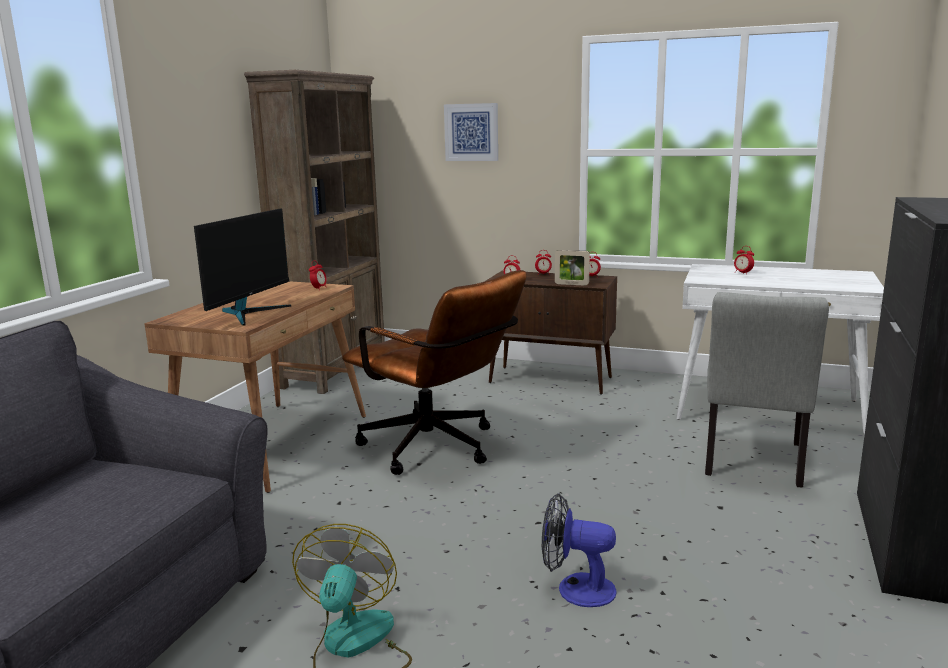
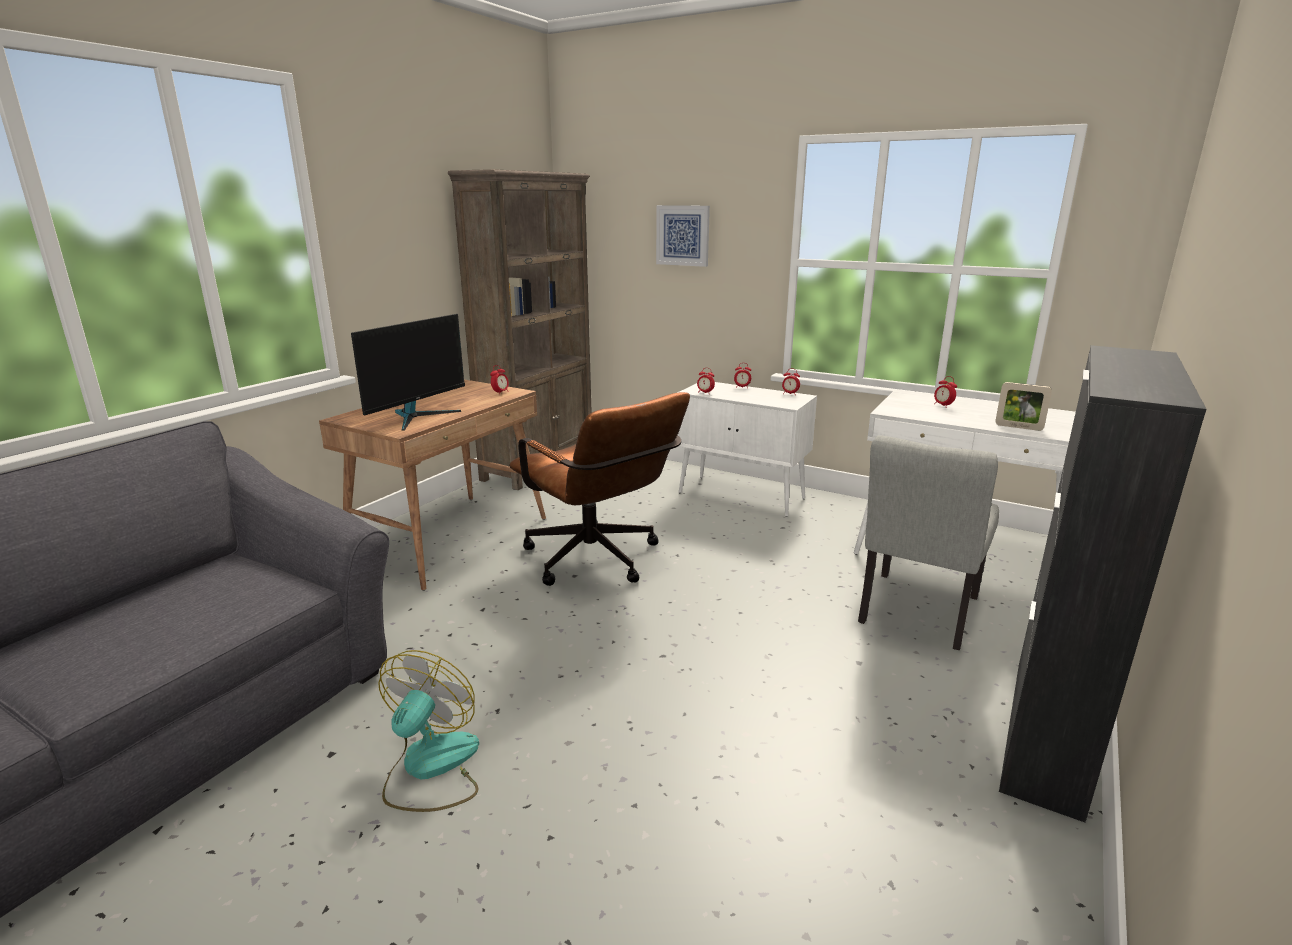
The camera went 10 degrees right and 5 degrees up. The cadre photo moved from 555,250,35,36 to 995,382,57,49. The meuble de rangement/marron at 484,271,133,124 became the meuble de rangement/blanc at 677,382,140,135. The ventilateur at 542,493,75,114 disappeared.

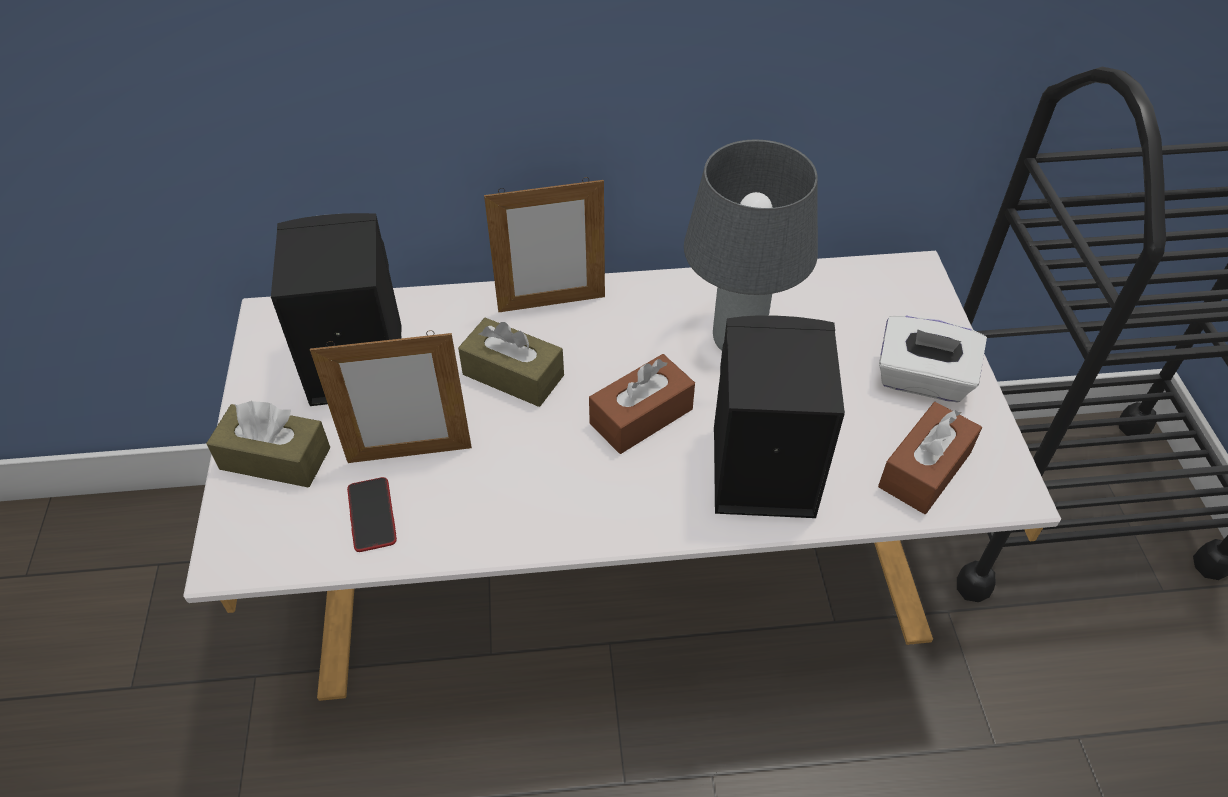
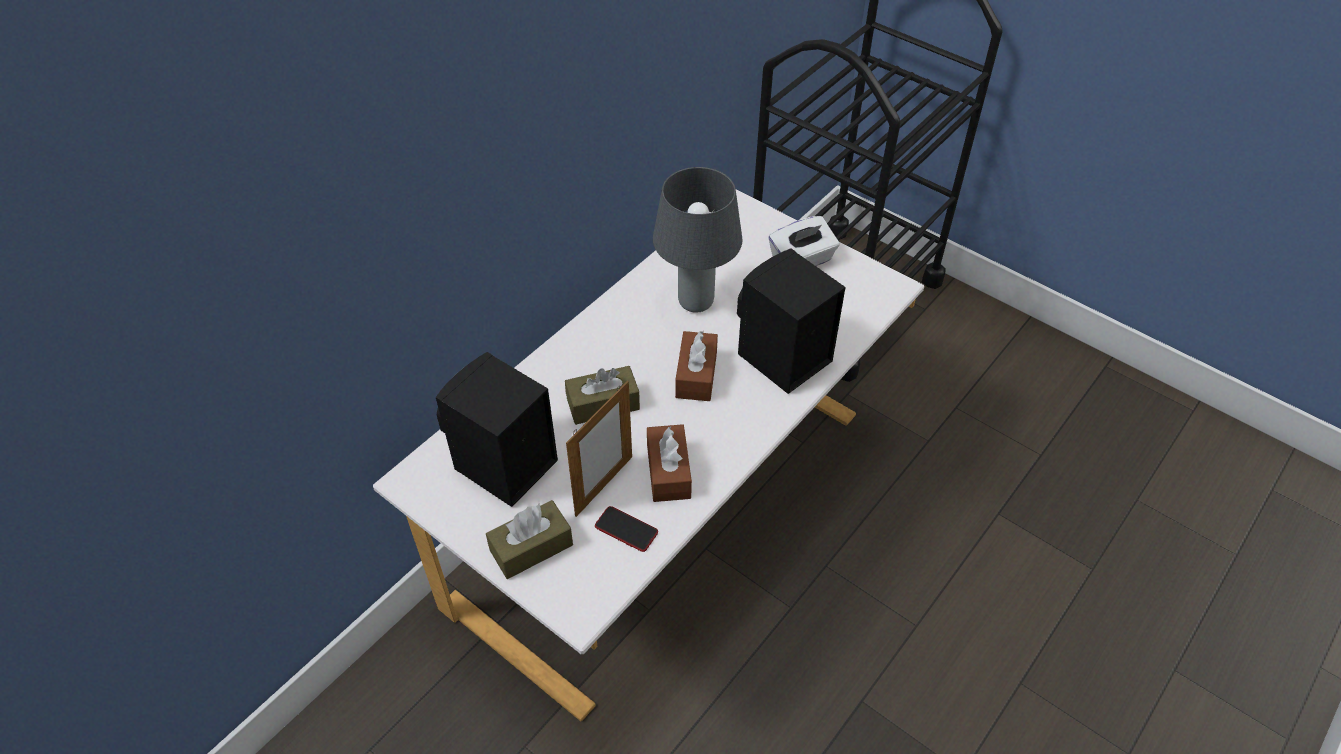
The camera went 45 degrees left and 0 degrees up. The cadre photo at 484,177,121,136 disappeared. The boîte à mouchoirs/marron moved from 878,402,104,112 to 647,424,45,78.

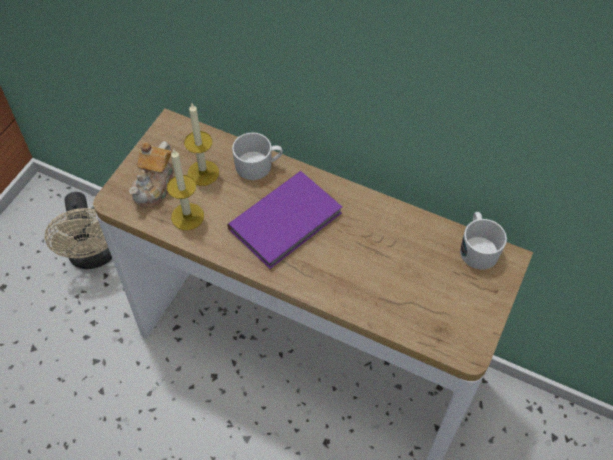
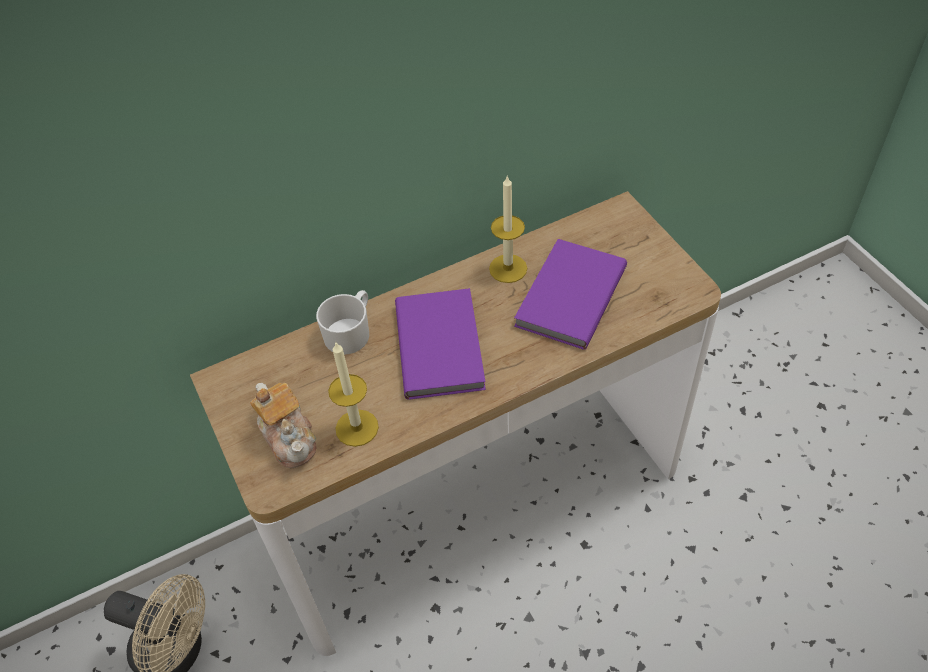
The camera went 50 degrees left and 5 degrees down. The bougie moved from 184,104,35,82 to 489,175,38,108. The mug/blanc at 460,212,47,57 disappeared. The livre/violet at 514,239,113,111 appeared.

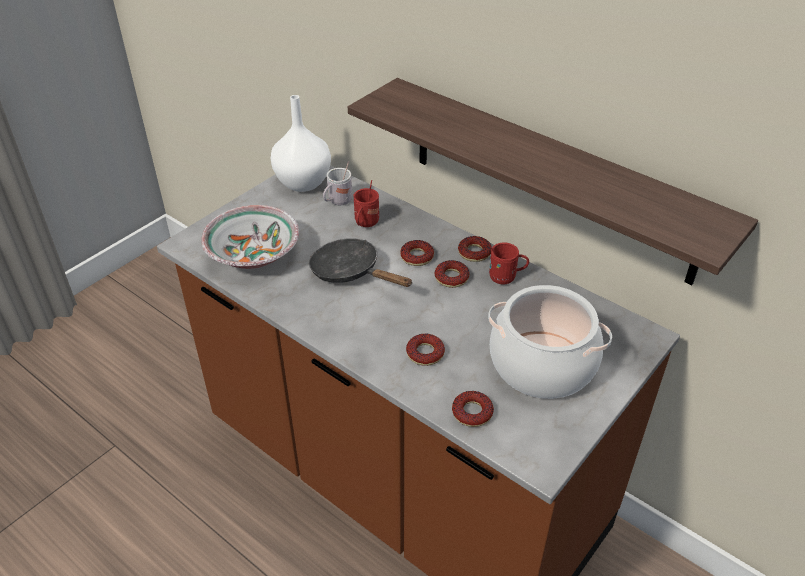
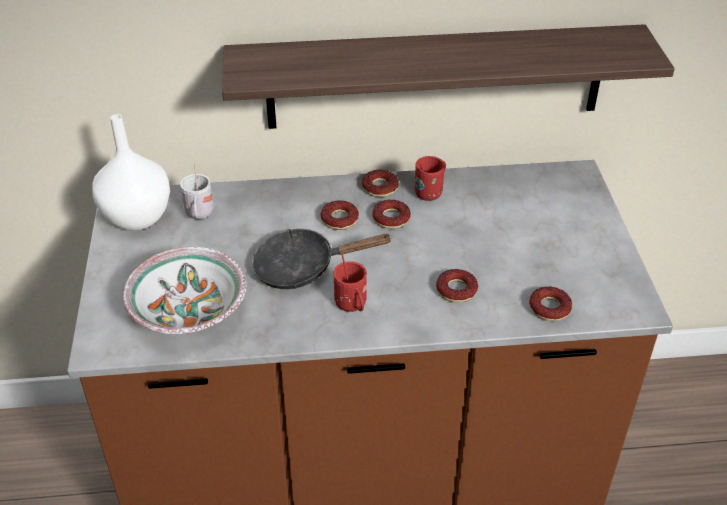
The camera went 45 degrees left and 0 degrees up. The mug/rouge moved from 354,180,25,47 to 333,252,34,60. The marmite at 488,285,124,114 disappeared.

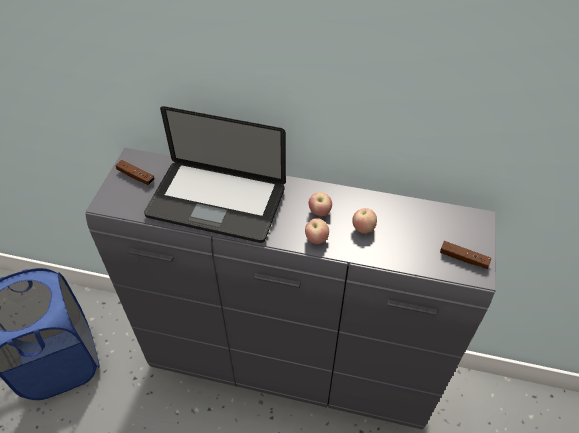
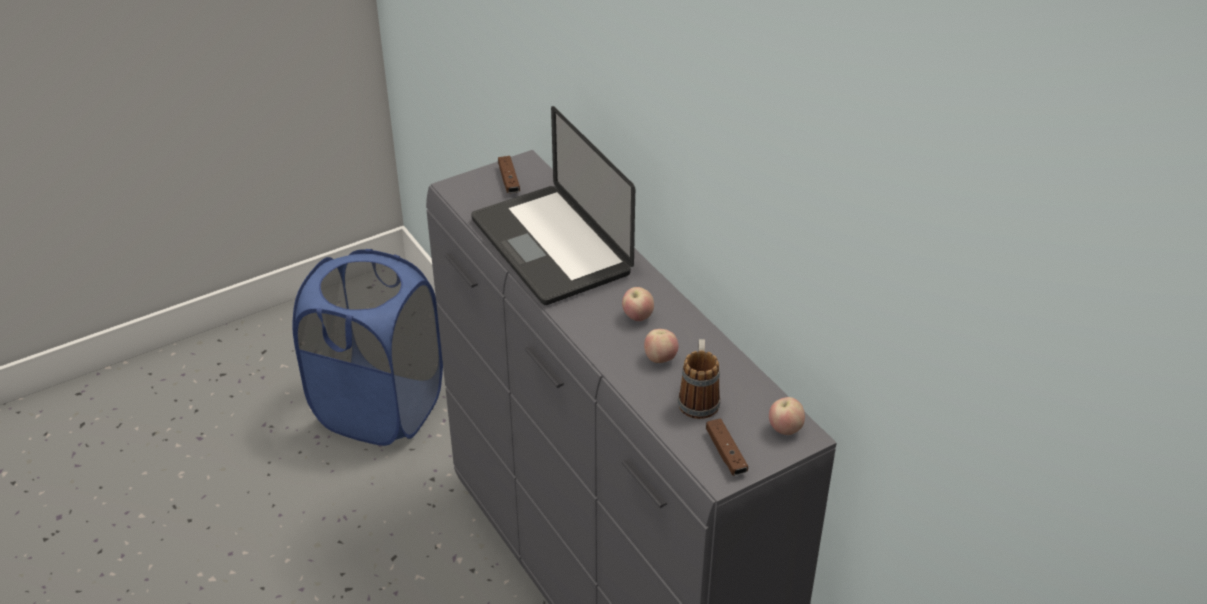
The camera went 45 degrees right and 10 degrees down. The pomme moved from 305,218,24,26 to 769,397,36,38. The mug at 678,339,42,80 appeared.

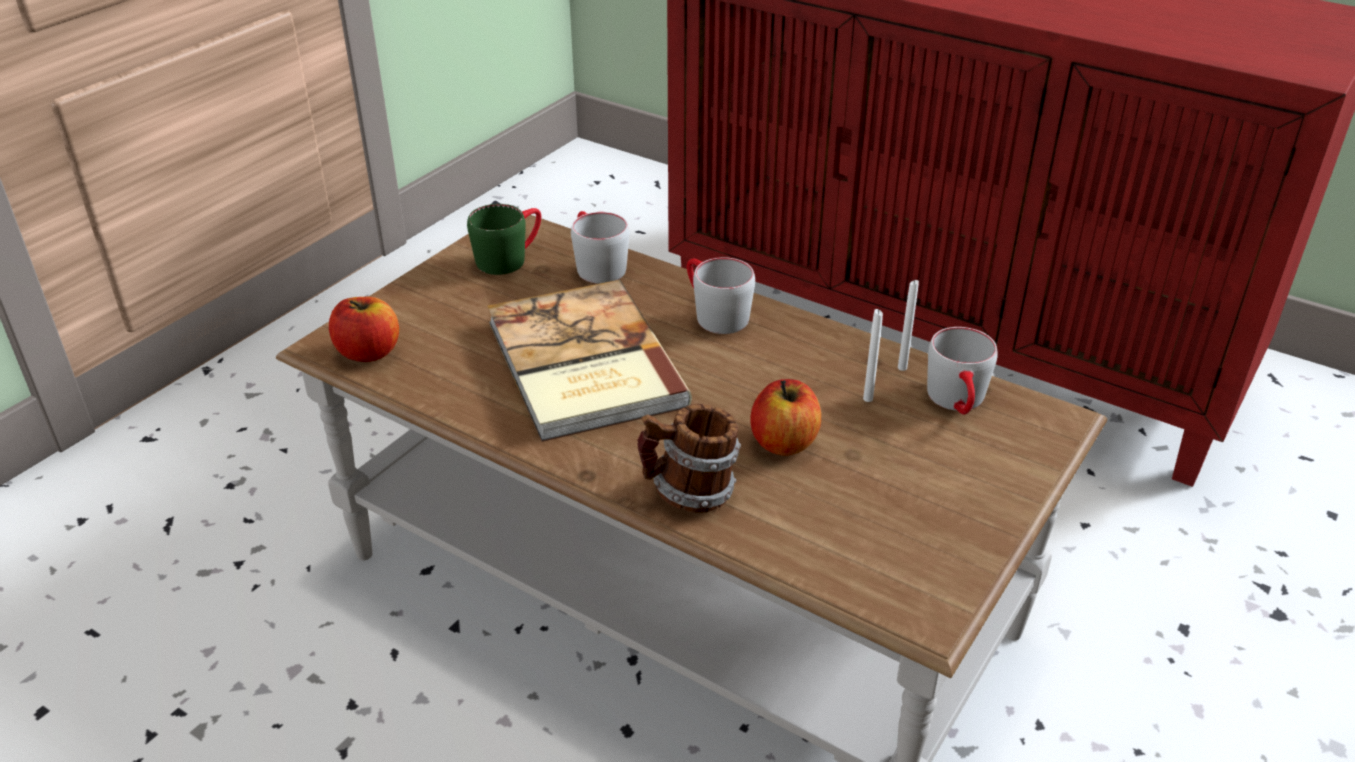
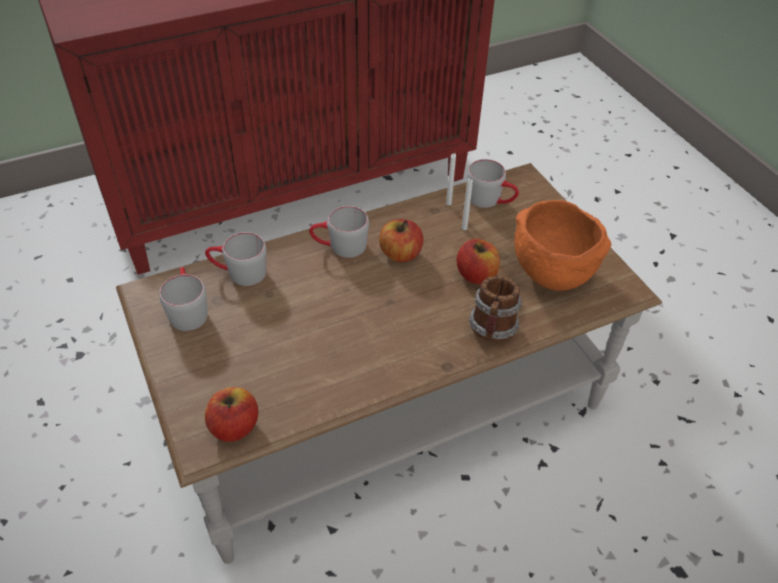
The camera went 60 degrees left and 10 degrees up. The mug/vert at 467,204,74,71 became the mug/gris at 159,267,49,64. The livre at 487,280,205,162 disappeared. The bol/orange at 514,200,98,91 appeared. The pomme at 379,219,44,43 appeared.

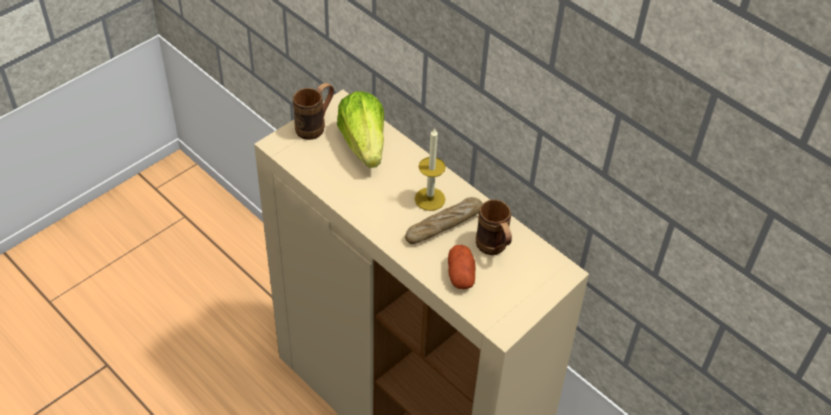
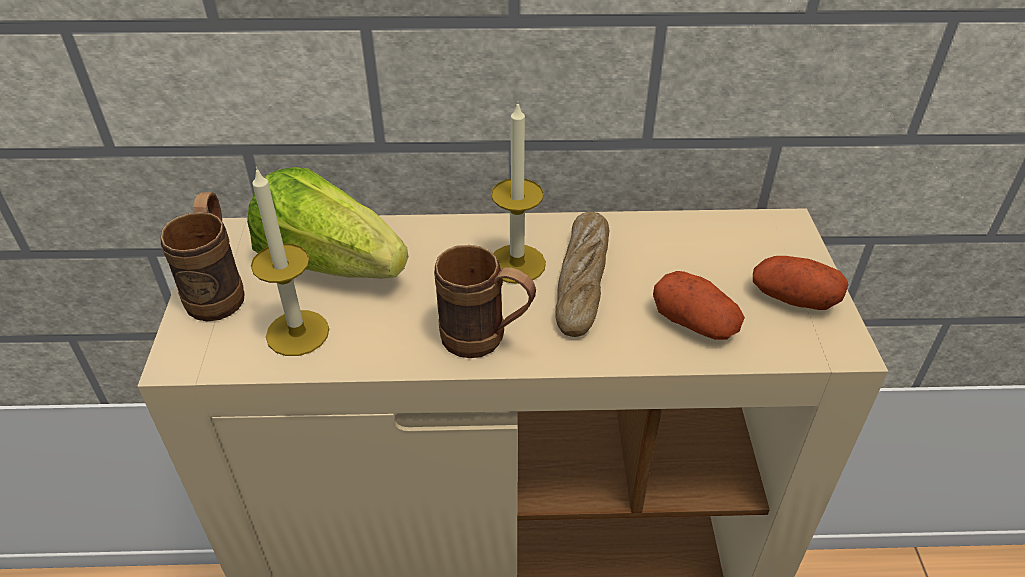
The camera went 45 degrees left and 5 degrees down. The mug/marron moved from 476,199,36,56 to 434,245,102,113. The bougie at 251,167,78,189 appeared. The pomme de terre at 753,256,96,54 appeared.

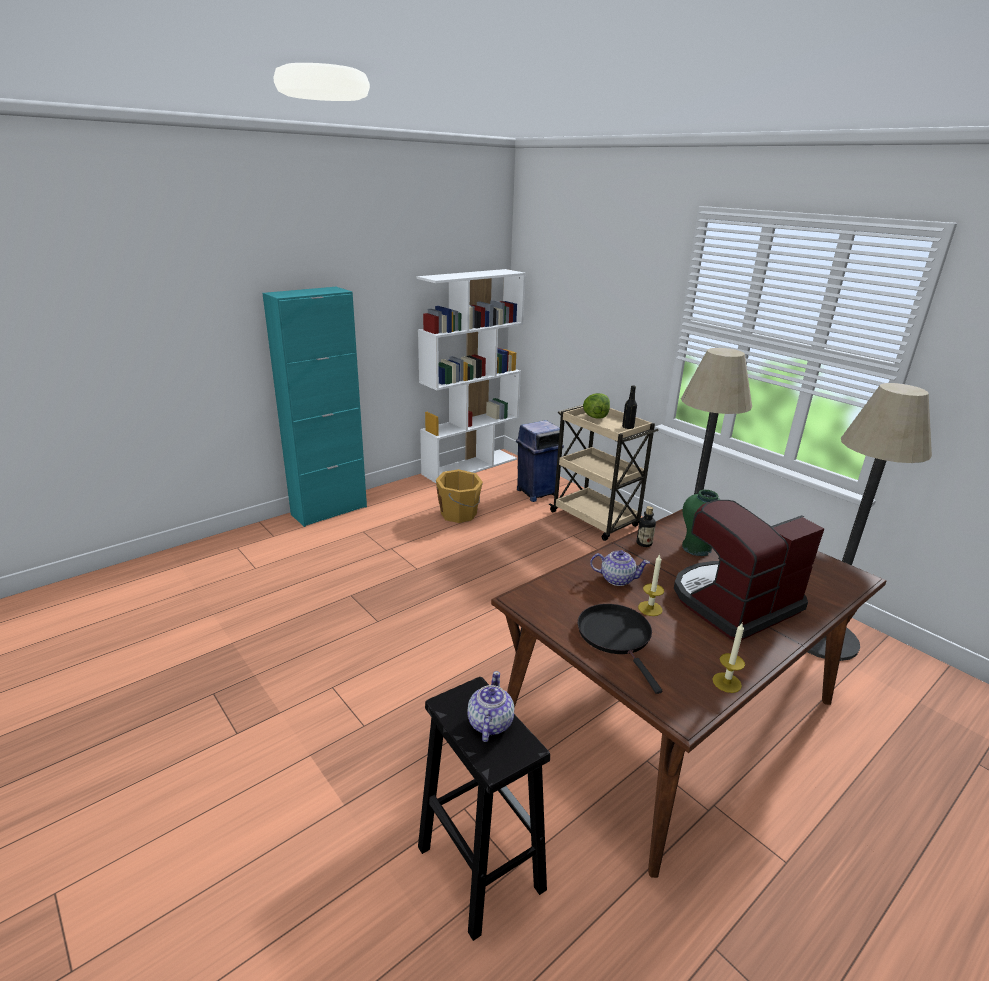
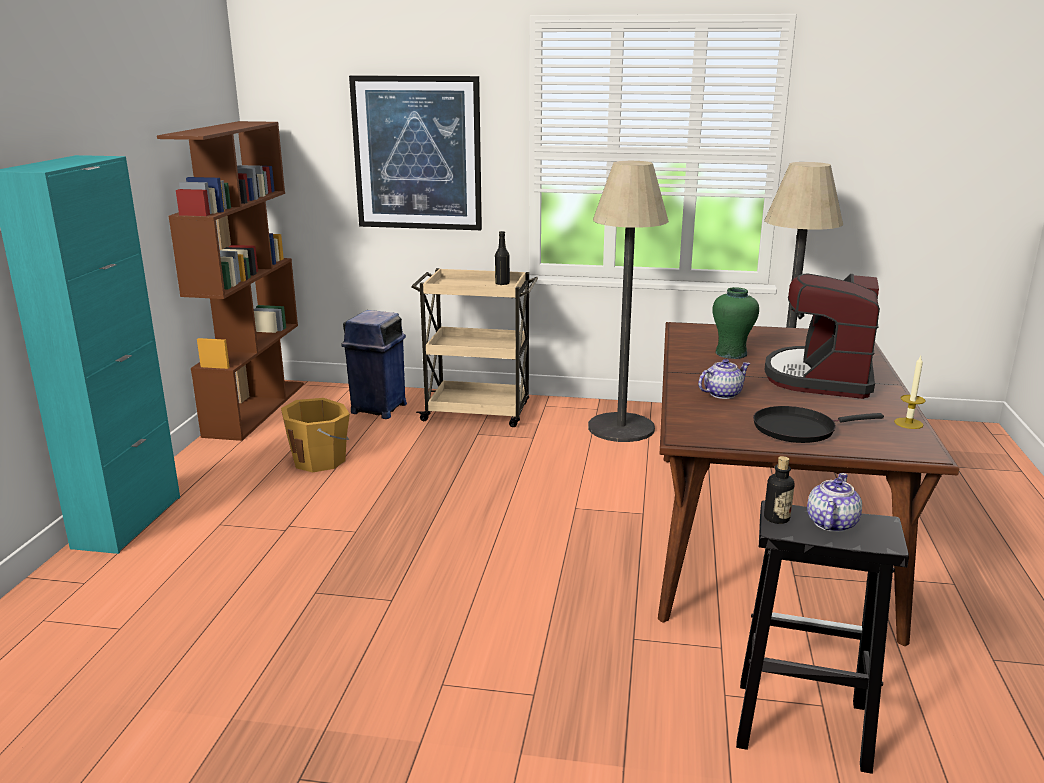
The camera went 40 degrees left and 5 degrees down. The bibliothèque/blanc at 417,269,109,214 became the bibliothèque/marron at 157,121,147,320. The laitue at 583,393,27,26 disappeared. The bouteille moved from 637,506,19,41 to 764,456,30,68. The bougie at 638,554,26,62 disappeared. The poêle/noir at 578,604,84,90 turned 45 degrees counterclockwise. The théière at 467,671,47,71 turned 60 degrees clockwise. The tableau at 349,75,133,155 appeared.

